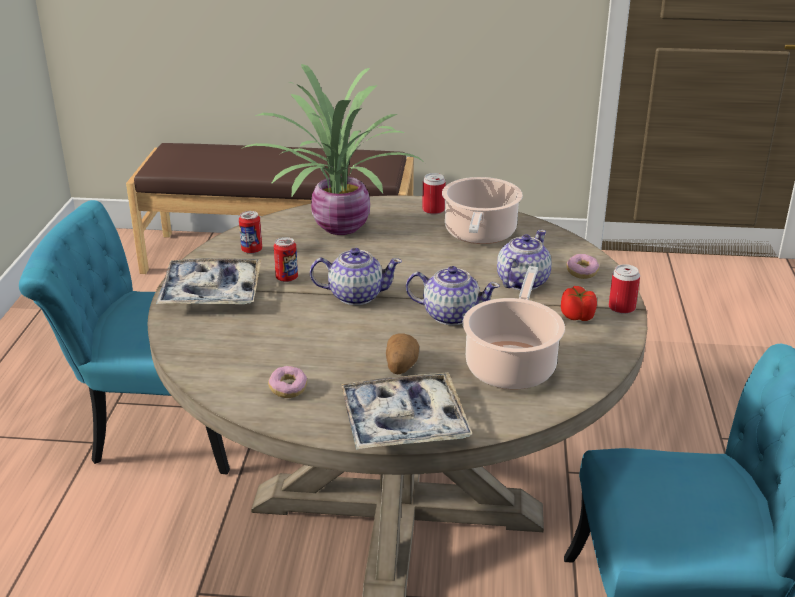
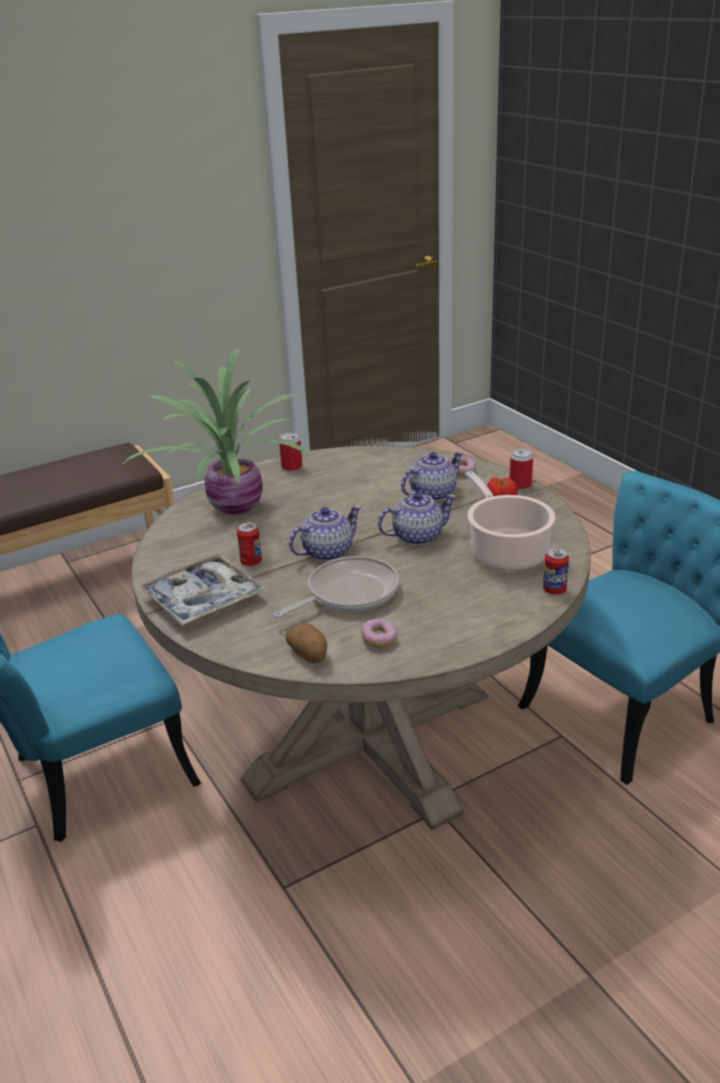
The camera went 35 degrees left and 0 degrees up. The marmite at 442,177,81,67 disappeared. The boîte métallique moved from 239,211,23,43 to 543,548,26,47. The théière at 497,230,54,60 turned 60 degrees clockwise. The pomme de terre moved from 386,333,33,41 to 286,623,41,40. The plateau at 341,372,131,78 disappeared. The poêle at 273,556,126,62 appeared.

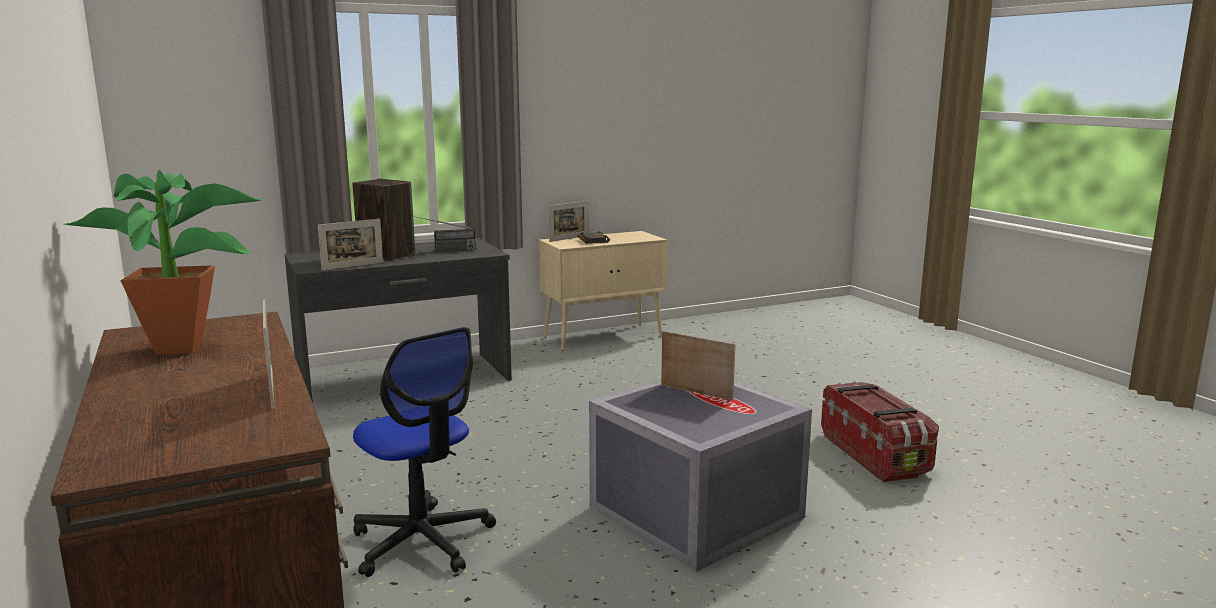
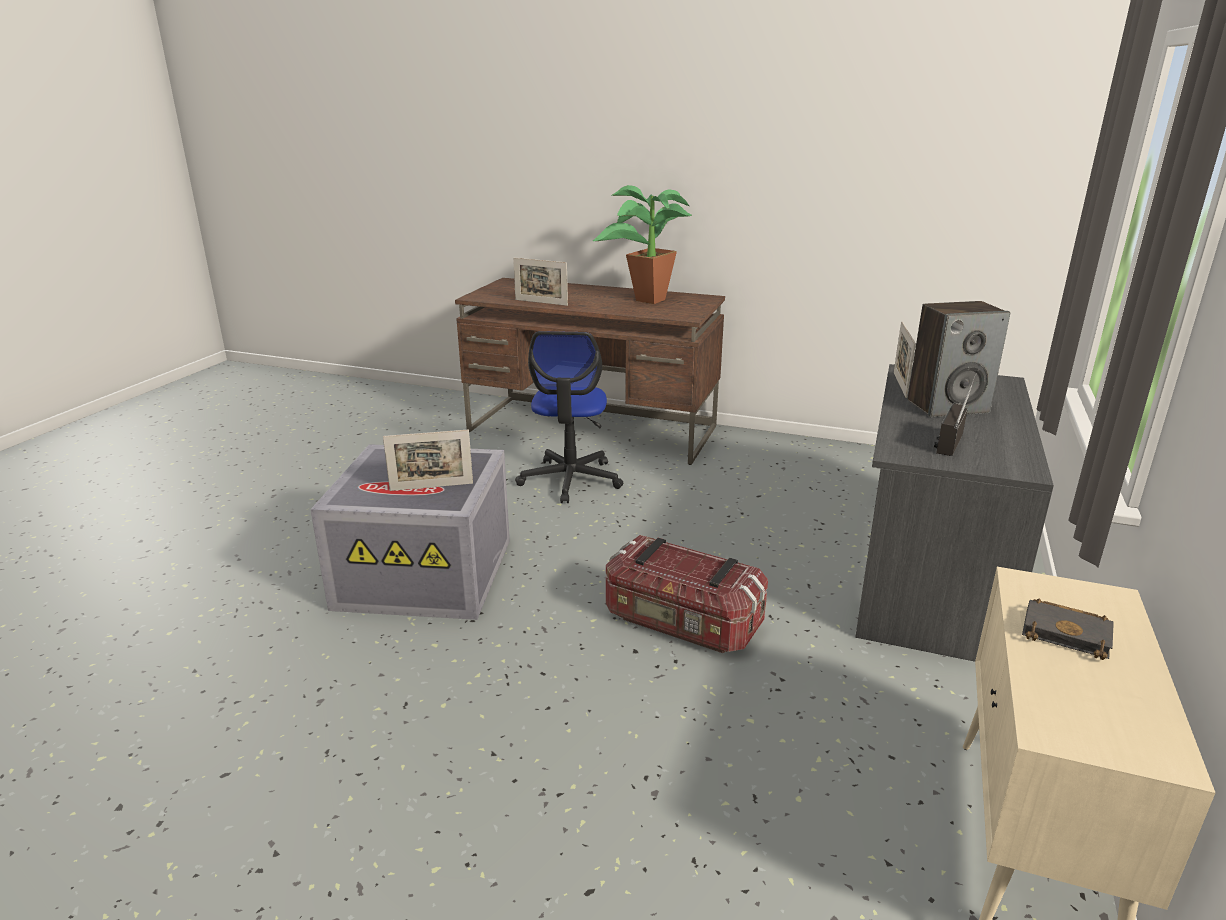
The camera went 135 degrees right and 10 degrees up. The cadre photo at 549,201,39,41 disappeared. The chaise de bureau at 353,327,143,250 turned 90 degrees counterclockwise. The boîte de rangement moved from 821,381,118,101 to 606,535,162,118.

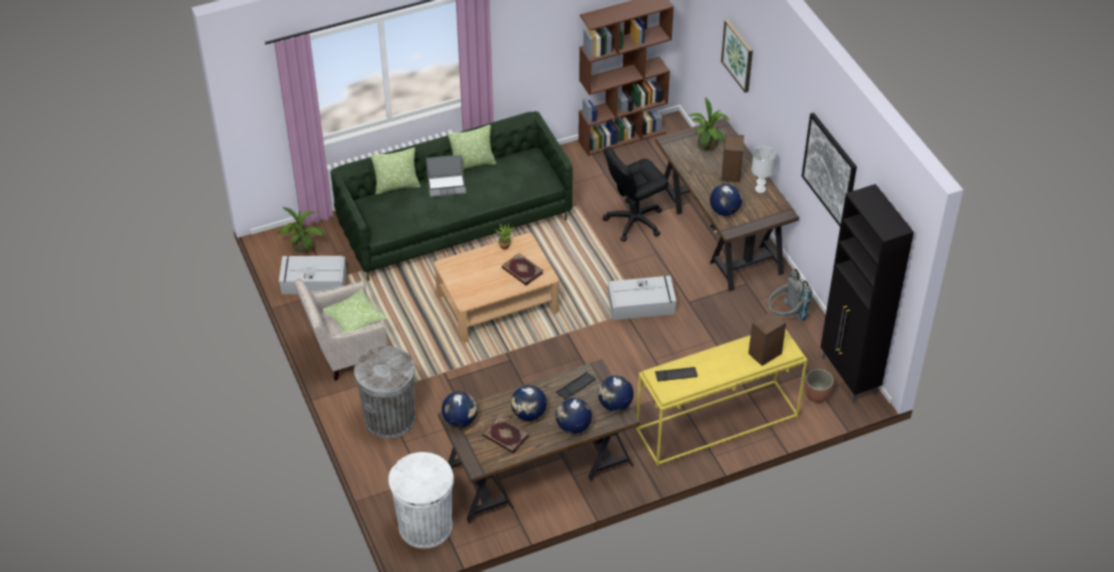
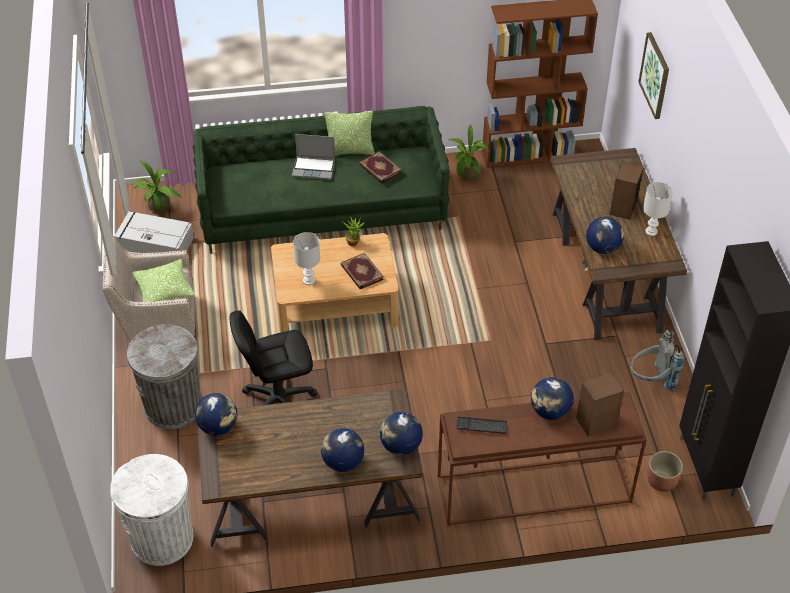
The camera went 15 degrees right and 0 degrees up. The plante en pot moved from 688,98,42,53 to 448,124,41,57. The tableau at 802,113,55,113 disappeared. The chaise de bureau/noir moved from 603,147,66,95 to 230,311,88,94. The coussin at 371,148,49,47 disappeared. The boîte de rangement/gris at 608,276,69,44 disappeared. The table console/jaune at 636,328,171,138 became the table console/marron at 438,391,209,135. The clavier at 556,372,40,28 disappeared. The globe moved from 511,385,36,36 to 531,377,43,43. The livre moved from 482,416,47,37 to 359,151,43,32. The lampe de table/blanc at 293,232,27,53 appeared.

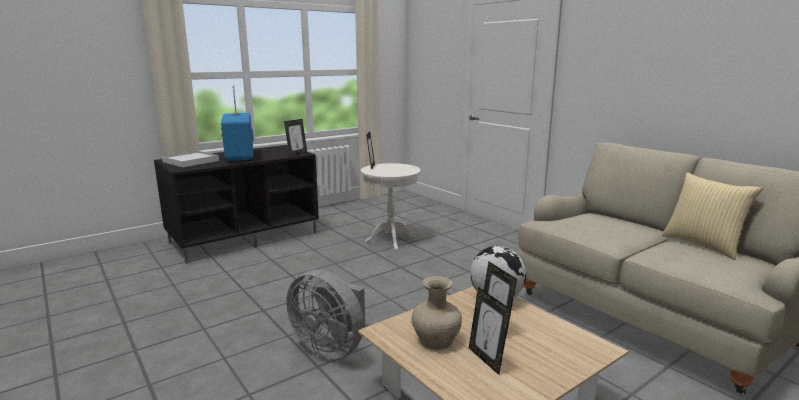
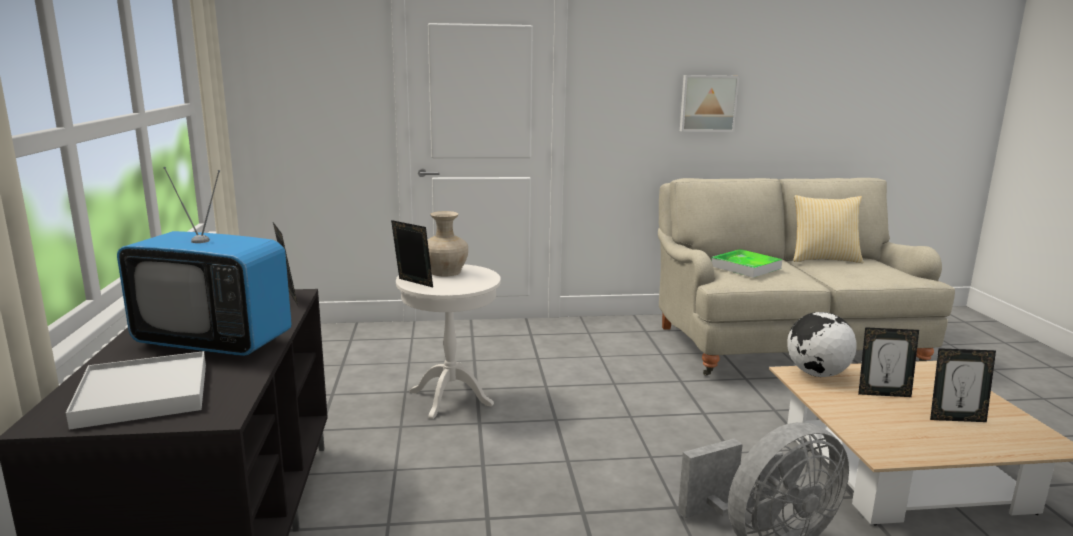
The camera went 60 degrees left and 0 degrees up. The vase/beige moved from 411,276,51,74 to 428,211,40,65. The tableau at 680,75,59,57 appeared. The plateau at 711,249,71,29 appeared.

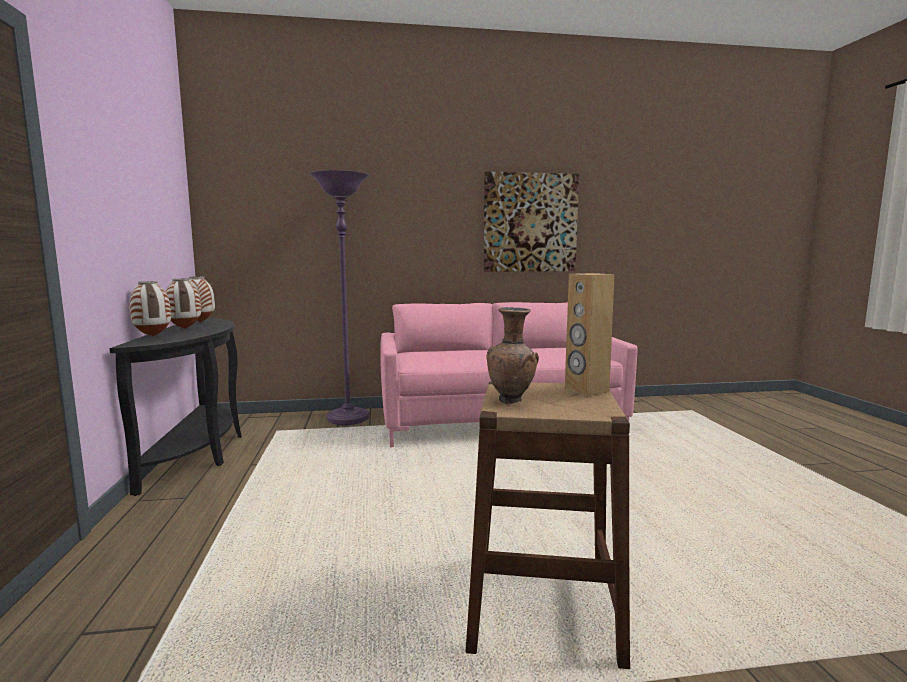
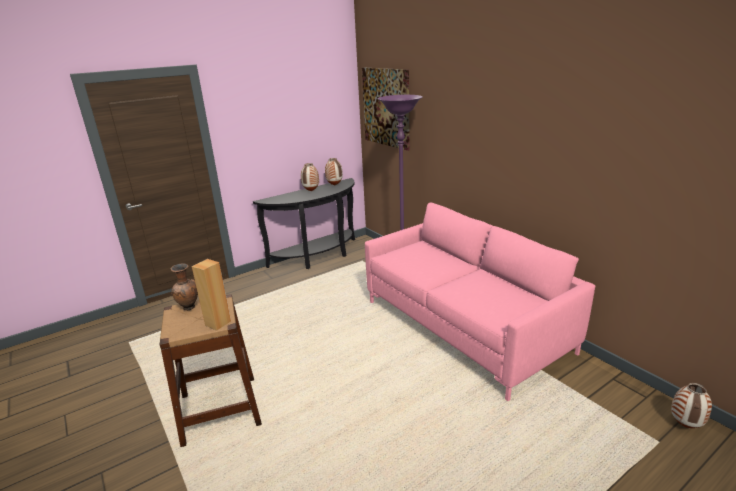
The camera went 65 degrees right and 15 degrees up. The tableau moved from 483,172,96,100 to 362,67,48,84. The vase moved from 129,281,42,56 to 671,383,41,45.

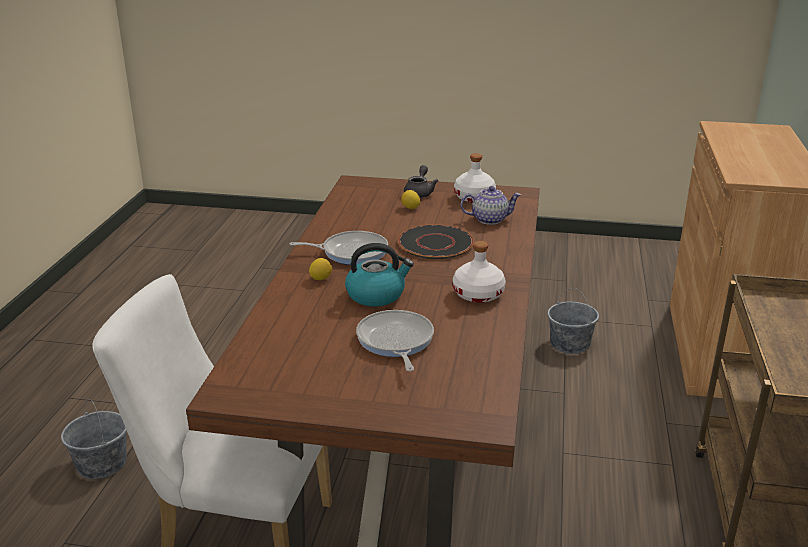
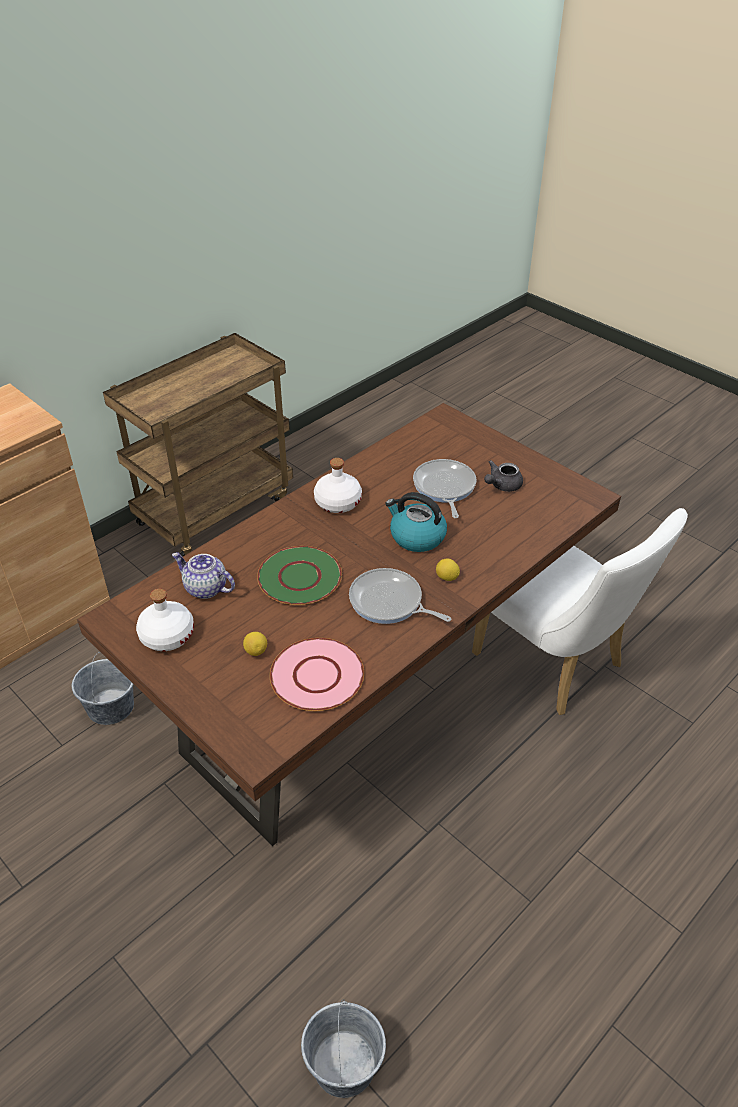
The camera went 145 degrees left and 15 degrees up. The théière/gris moved from 404,165,34,33 to 484,460,39,32. The assiette/noir at 398,224,76,35 became the assiette/vert at 257,546,85,59. The poêle at 356,310,78,61 turned 150 degrees clockwise. The seau/gris moved from 61,399,66,80 to 301,999,85,99. The assiette/rose at 270,638,94,73 appeared.

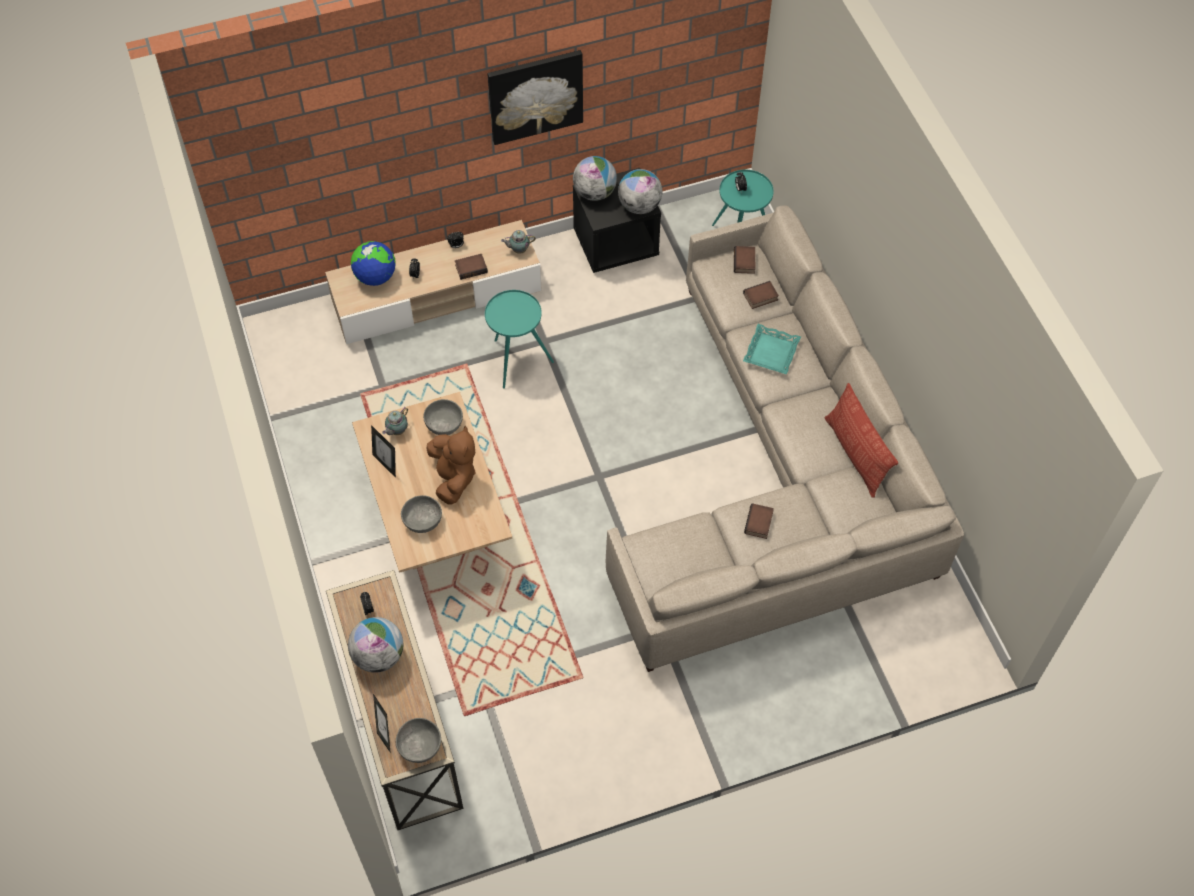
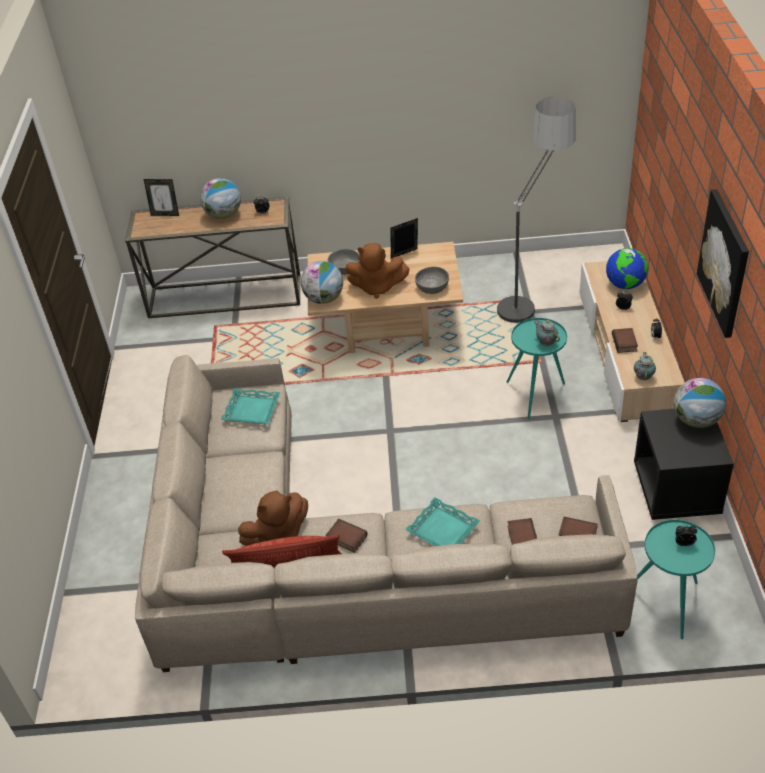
The camera went 110 degrees right and 15 degrees down. The globe moved from 618,169,44,45 to 301,261,42,43. The théière moved from 382,407,26,28 to 534,320,26,26. The livre moved from 744,503,30,36 to 326,519,41,34. The bol/gris at 396,718,45,45 disappeared. The lampadaire at 497,97,78,226 appeared. The plateau/turquoise at 221,388,60,36 appeared. The peluche/marron at 238,490,70,56 appeared.

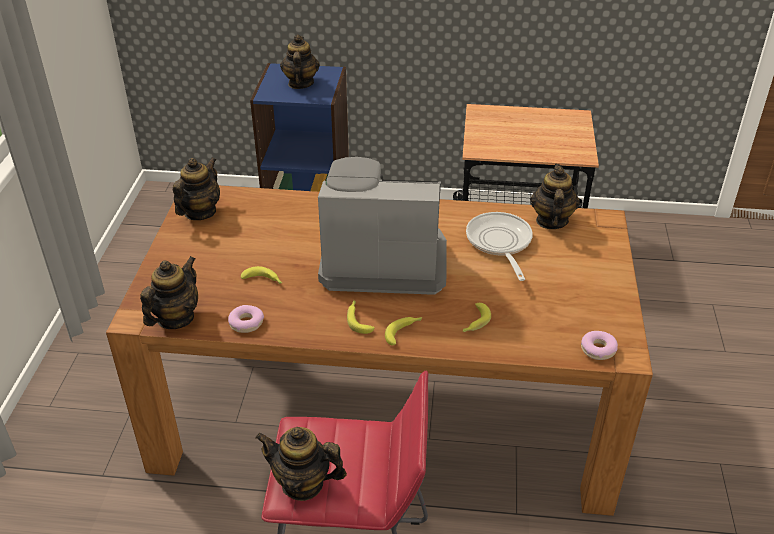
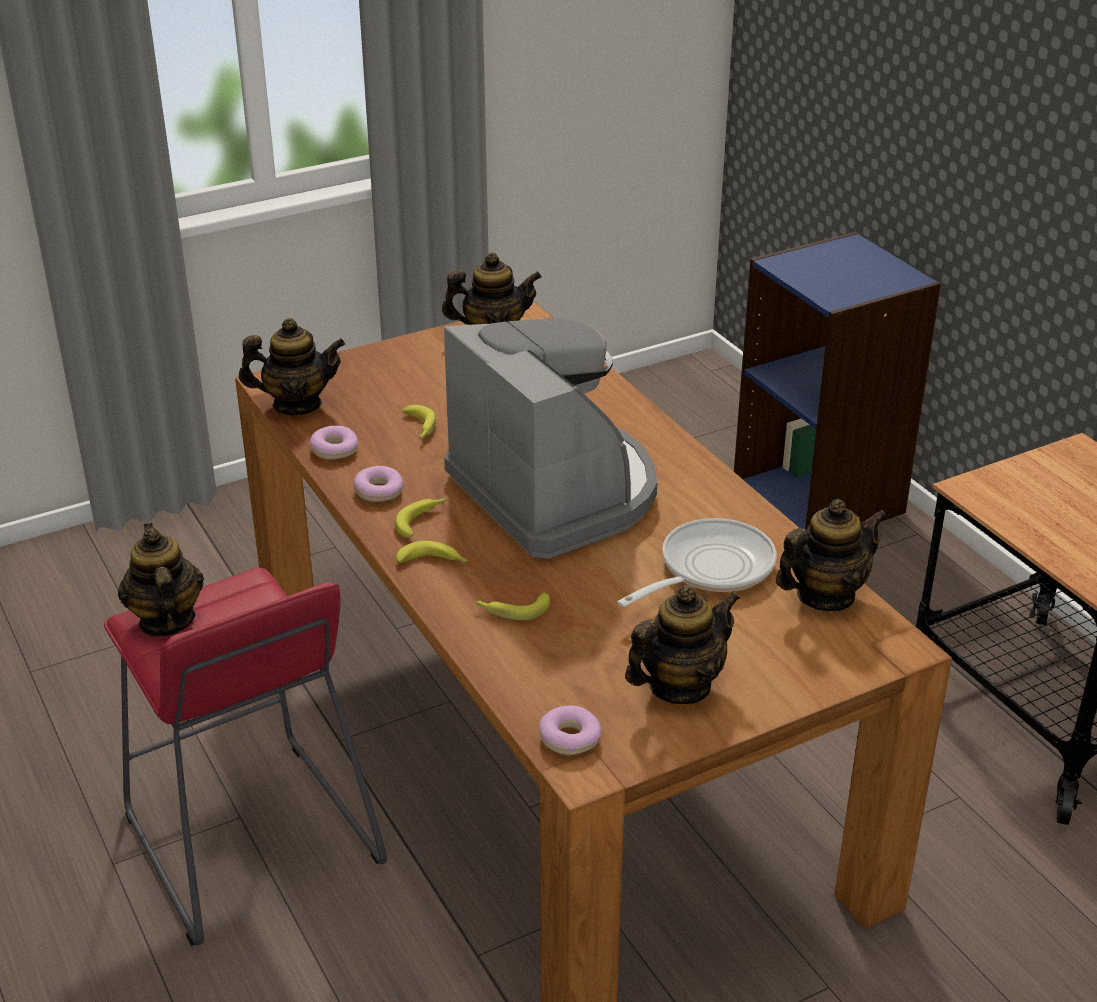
The camera went 55 degrees right and 5 degrees down. The théière moved from 280,35,40,54 to 625,585,115,119. The beignet at 354,466,49,36 appeared.

